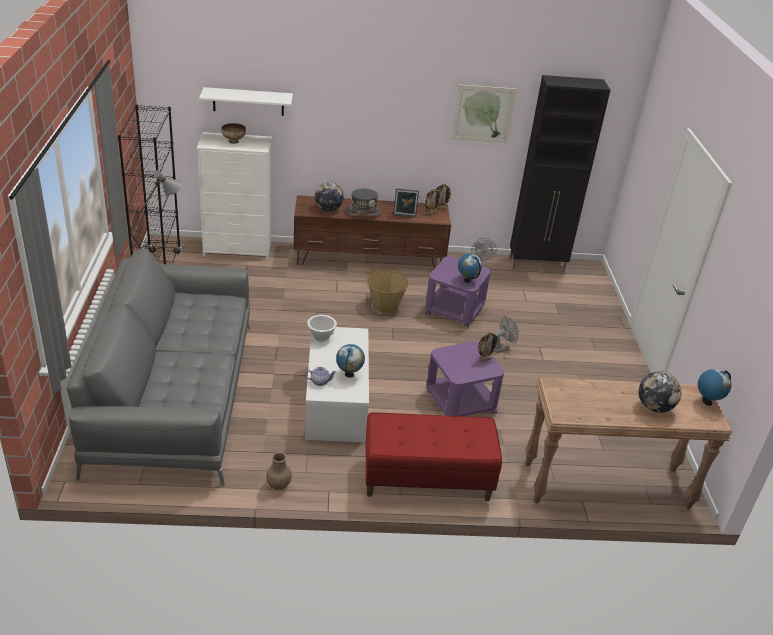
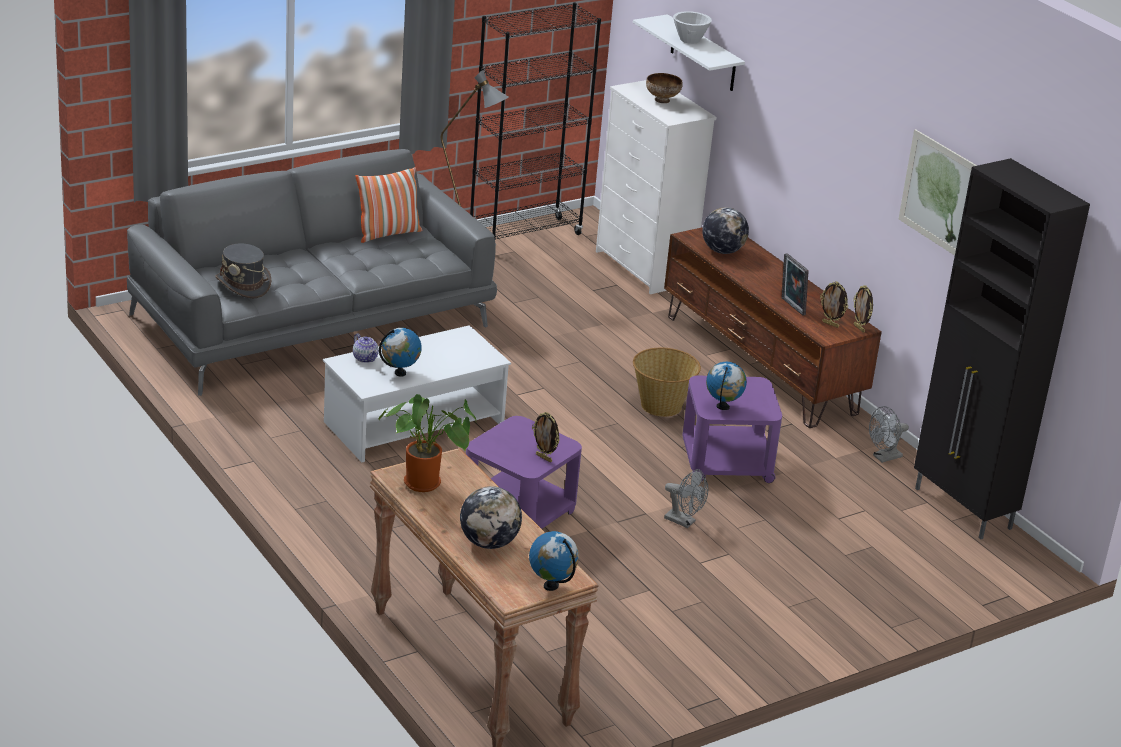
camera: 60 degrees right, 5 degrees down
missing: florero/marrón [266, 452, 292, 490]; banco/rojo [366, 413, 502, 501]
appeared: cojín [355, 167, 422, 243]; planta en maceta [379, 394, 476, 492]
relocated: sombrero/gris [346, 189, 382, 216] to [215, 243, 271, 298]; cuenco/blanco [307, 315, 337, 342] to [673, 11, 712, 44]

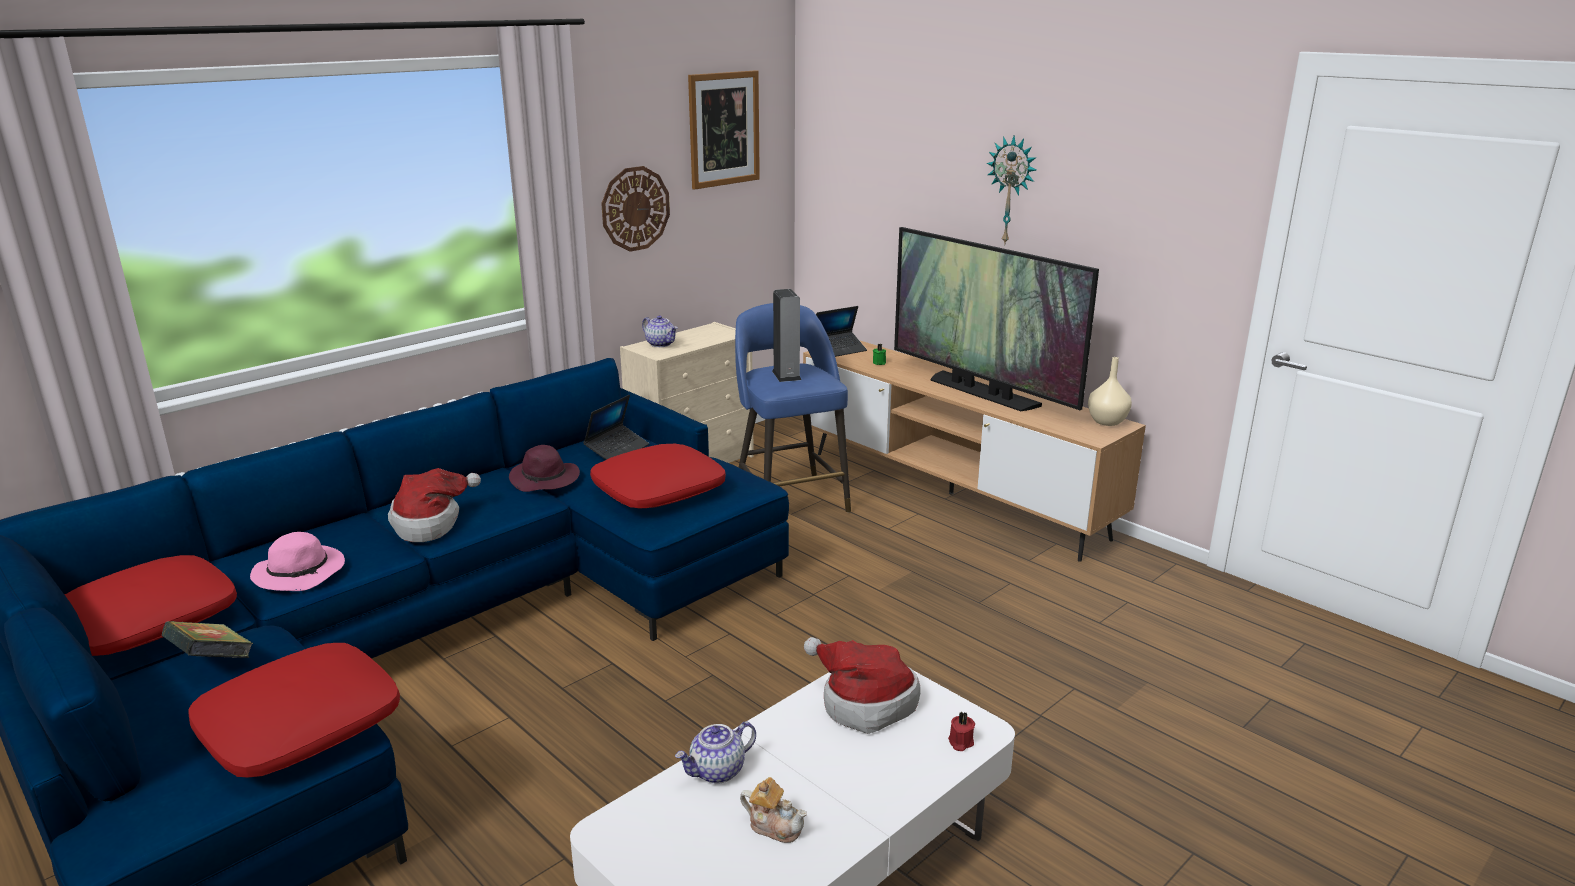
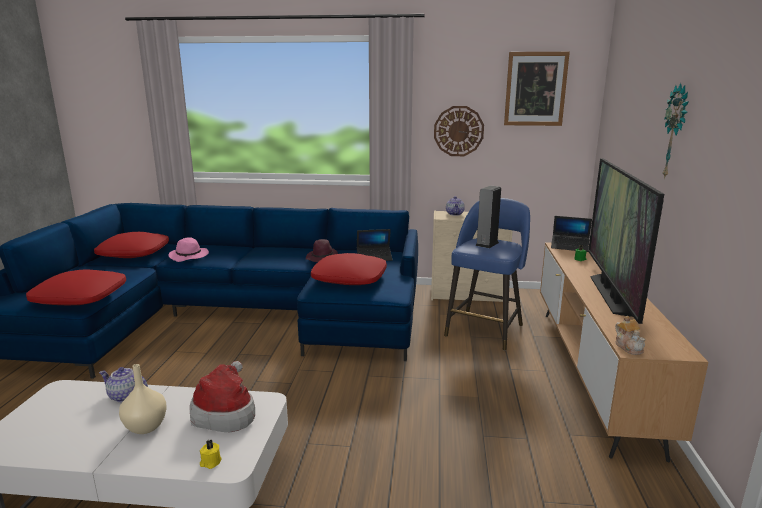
camera: 50 degrees right, 5 degrees down
missing: libro [162, 621, 253, 658]; sombrero [388, 468, 481, 542]
relocated: florero/beis [1088, 357, 1132, 426] to [119, 364, 167, 434]; tetera [740, 777, 807, 843] to [615, 316, 646, 355]
colour: vela/rojo [948, 711, 975, 751] to vela/amarillo [200, 440, 222, 469]

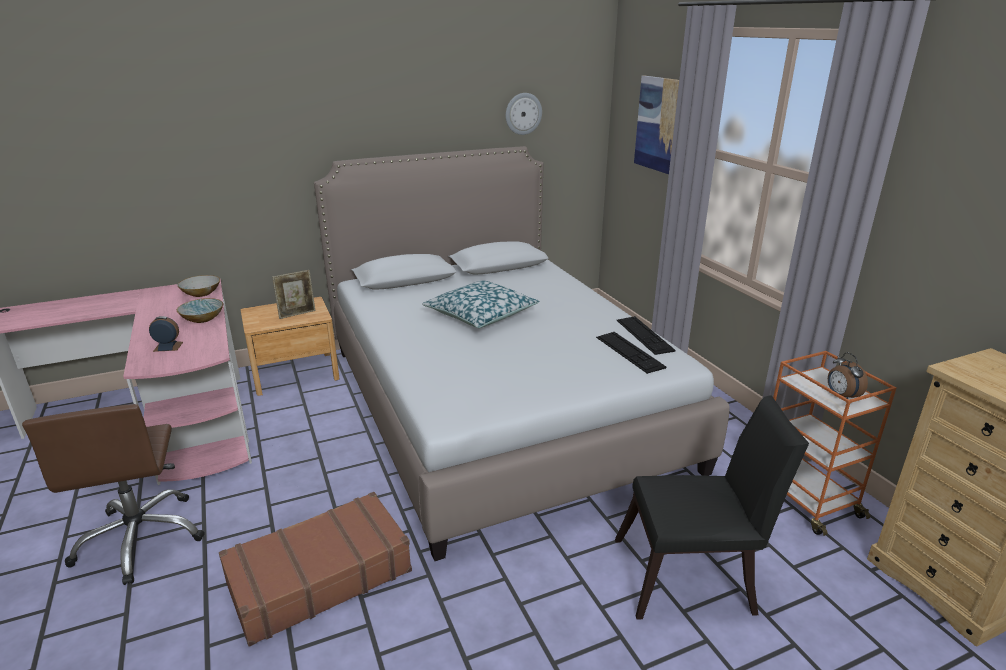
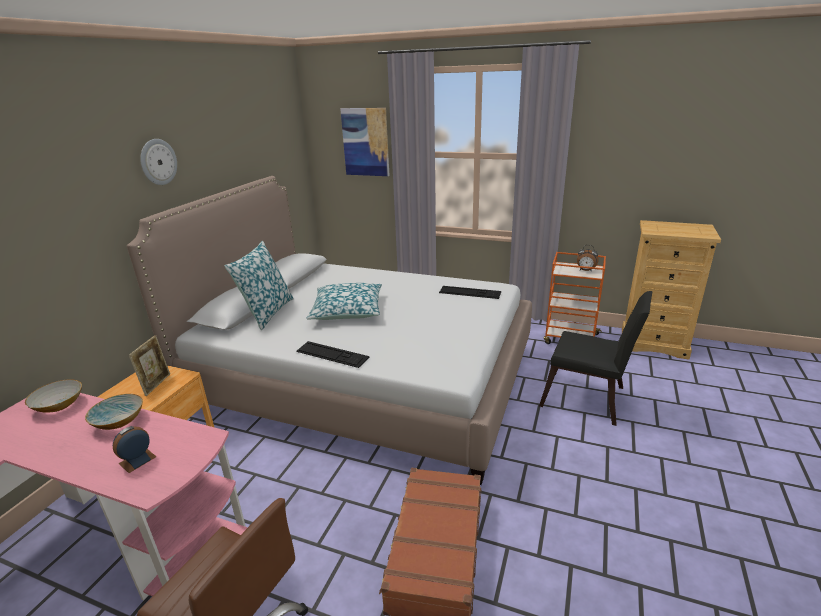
camera: 45 degrees left, 0 degrees up
appeared: cojín [224, 241, 294, 330]
relocated: reloj de pared [506, 93, 542, 135] to [140, 139, 177, 185]; teclado [616, 316, 675, 355] to [296, 341, 369, 368]
spun: silla/negro [615, 395, 809, 620] = [539, 291, 653, 426] 75 degrees clockwise

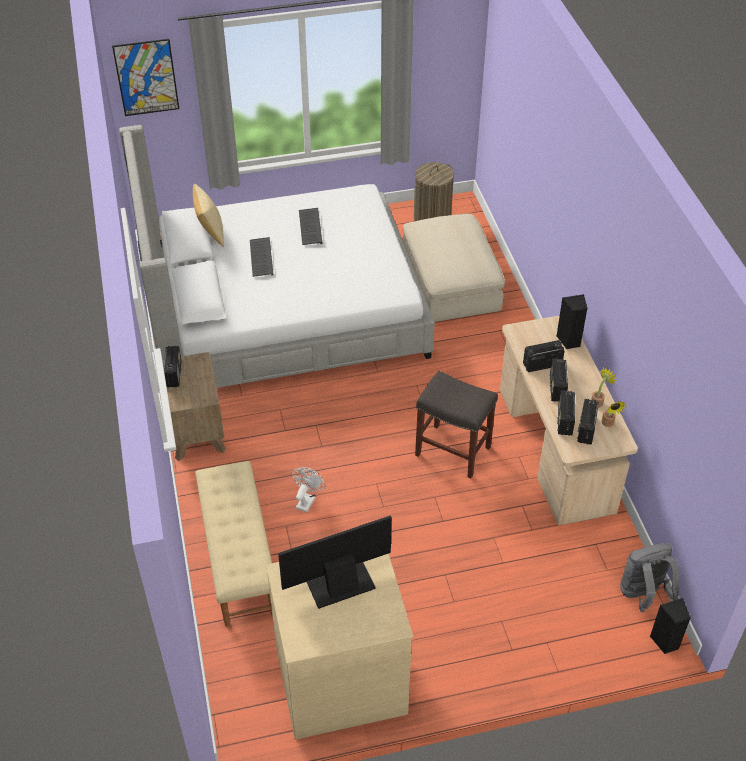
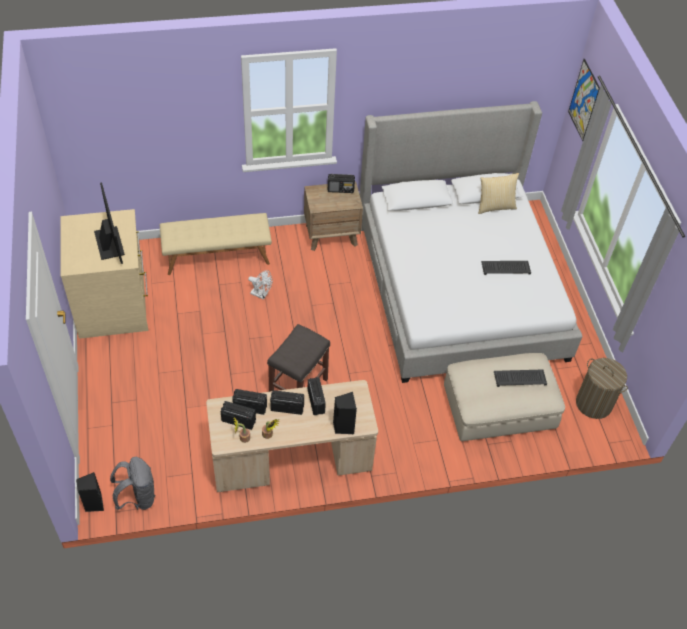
camera: 90 degrees right, 5 degrees up
relocated: teclado [250, 237, 274, 277] to [494, 369, 547, 387]

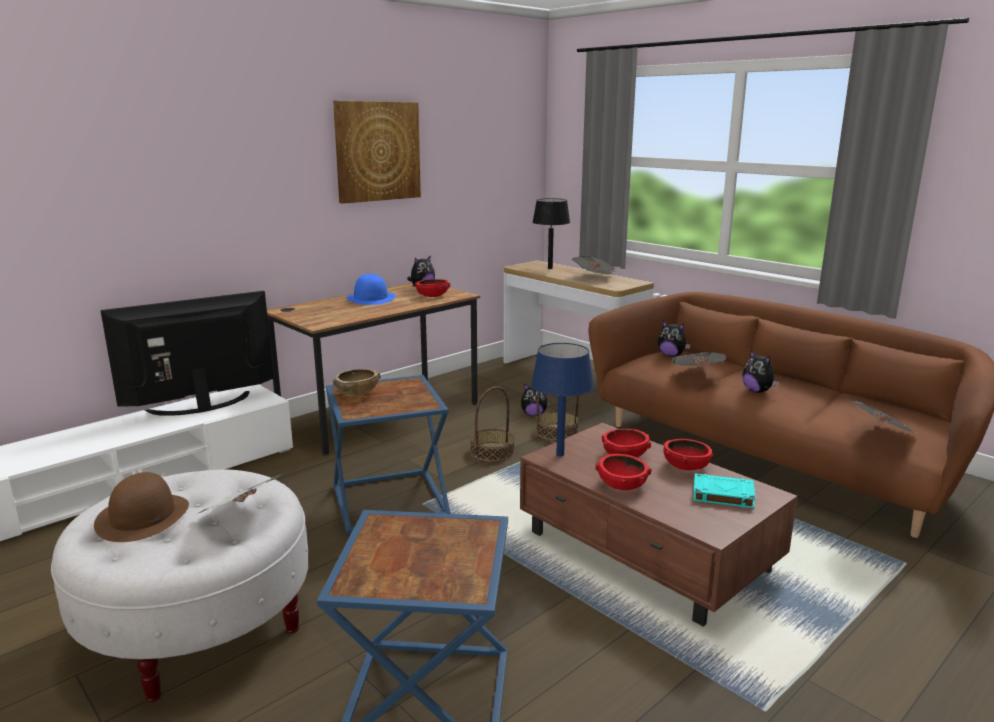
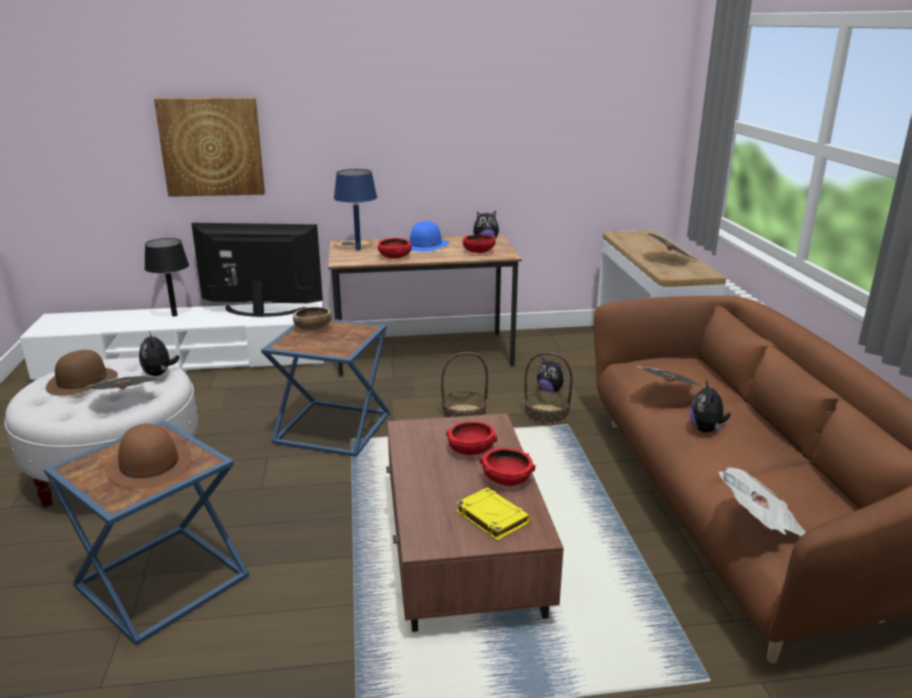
camera: 35 degrees right, 5 degrees up
appeared: sombrero/marrón [105, 424, 192, 489]
relocated: peluche [658, 321, 691, 357] to [139, 331, 179, 376]; lámpara de mesa/negro [532, 198, 570, 269] to [144, 238, 189, 316]; cuadro [333, 101, 421, 204] to [154, 98, 265, 197]; lámpara de mesa/azul [531, 343, 594, 457] to [334, 169, 377, 250]; cuenco/rojo [595, 454, 652, 490] to [378, 238, 412, 259]
colour: libro/turquesa [693, 474, 756, 508] to libro/amarillo [456, 488, 531, 541]

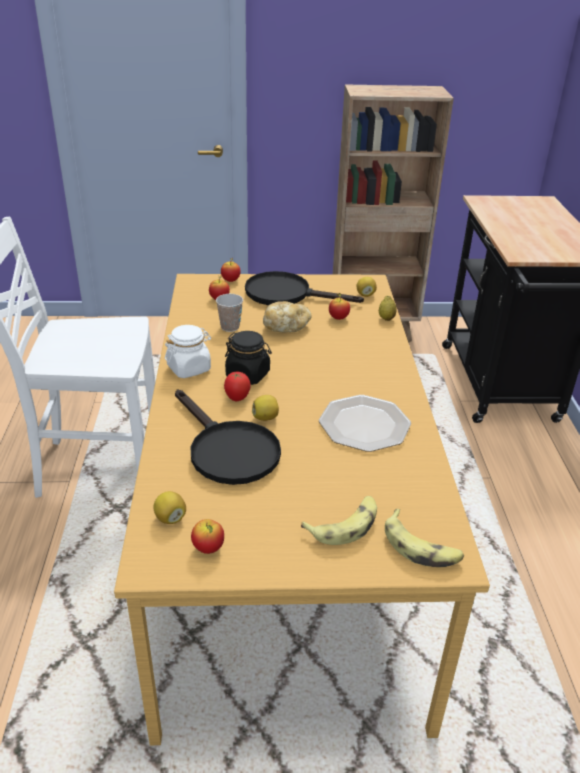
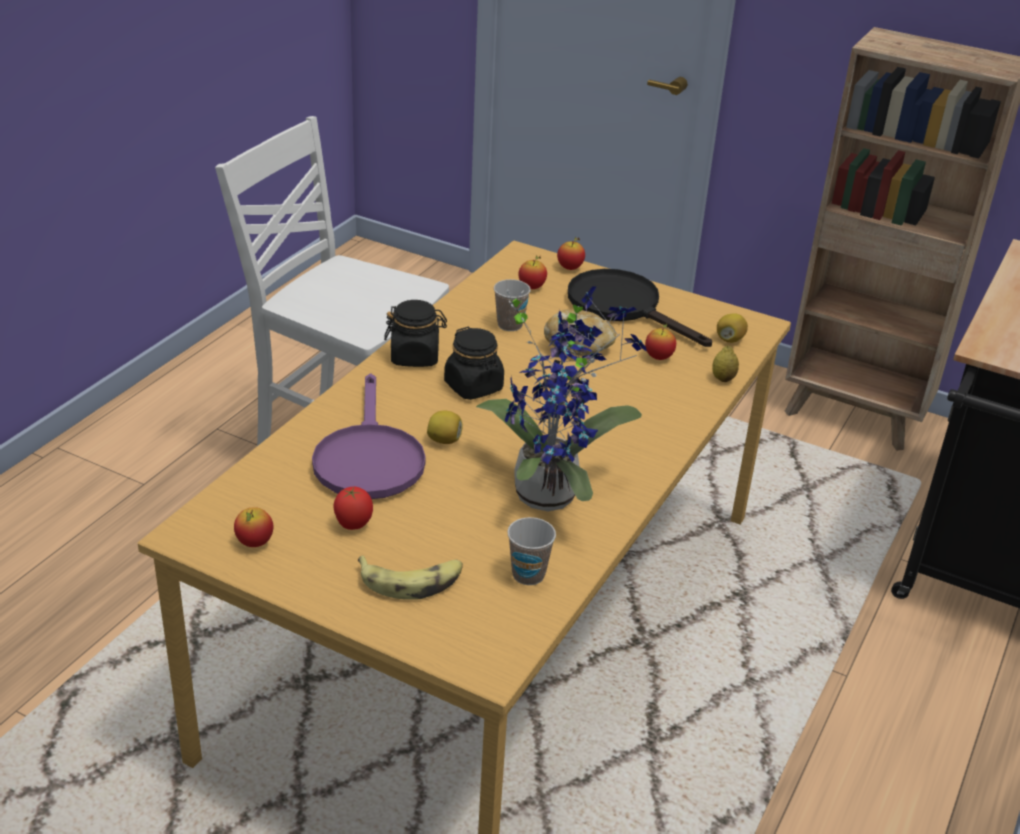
camera: 30 degrees right, 0 degrees up
missing: limón [153, 491, 186, 524]; plátano [385, 509, 464, 567]
appeared: taza [507, 517, 556, 585]
relocated: tomate [224, 372, 251, 401] to [333, 487, 373, 530]
exchanged: plato [319, 395, 411, 452] to planta en maceta [476, 287, 647, 511]
colour: sartén/negro [175, 389, 281, 485] to sartén/morado [312, 373, 426, 499]; tarro/blanco [165, 325, 211, 378] to tarro/negro [384, 300, 447, 367]

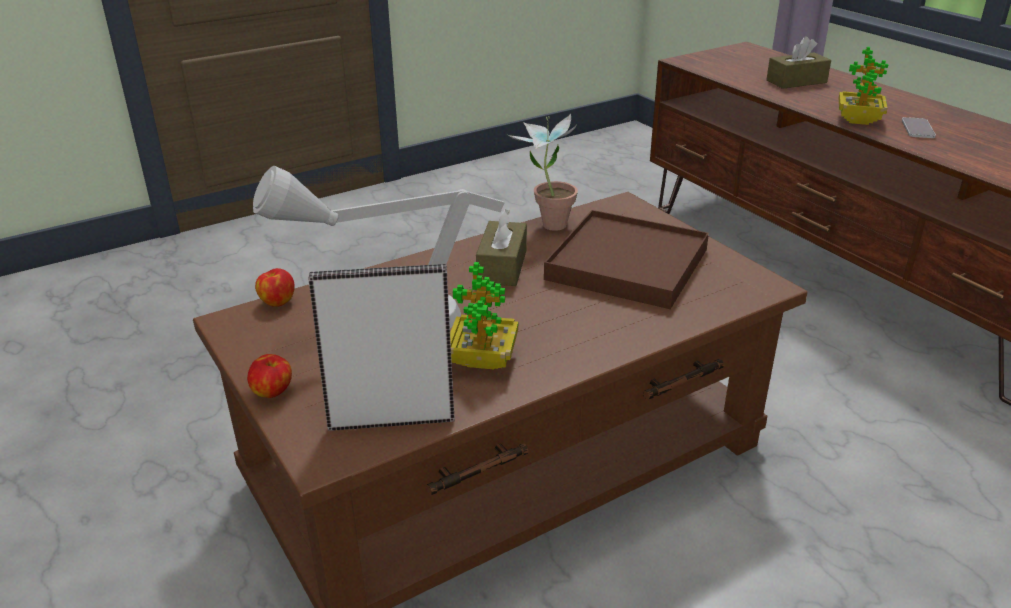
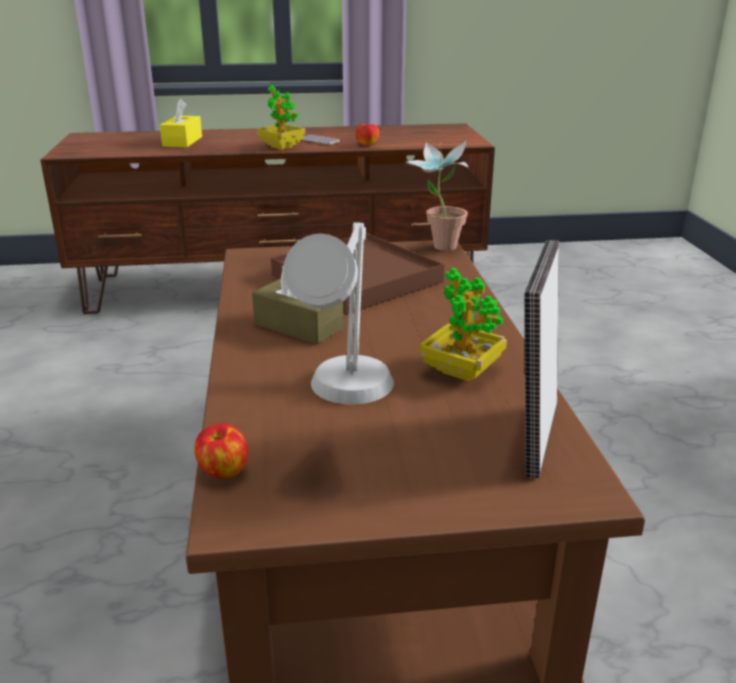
camera: 65 degrees left, 5 degrees down
relocated: manzana [247, 354, 292, 398] to [356, 124, 379, 146]; planta en maceta [508, 114, 578, 231] to [404, 141, 469, 251]
colour: caja de pañuelos/marrón [766, 36, 831, 89] to caja de pañuelos/amarillo [160, 99, 202, 147]

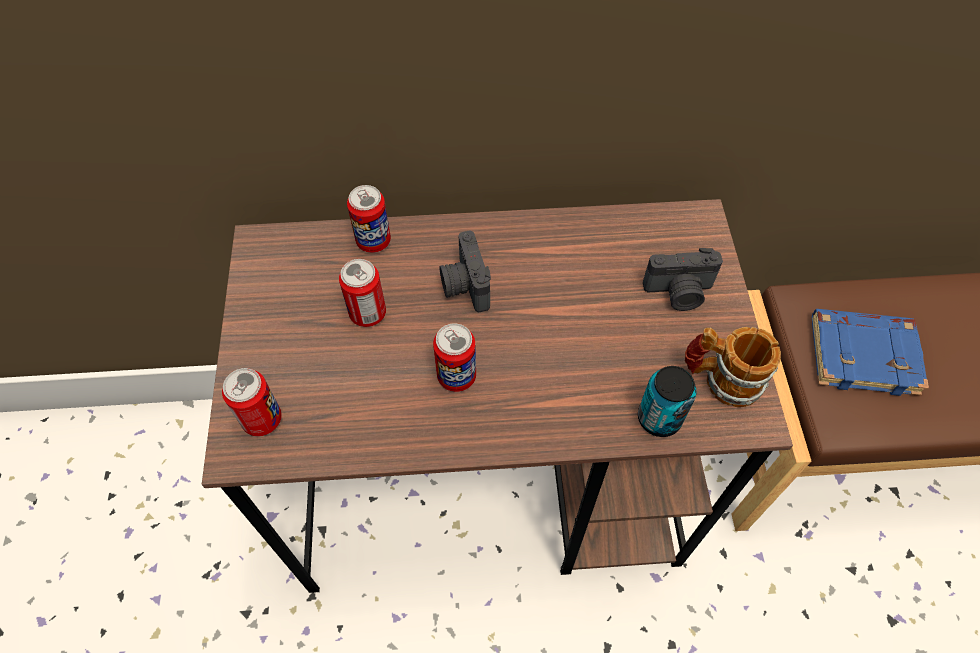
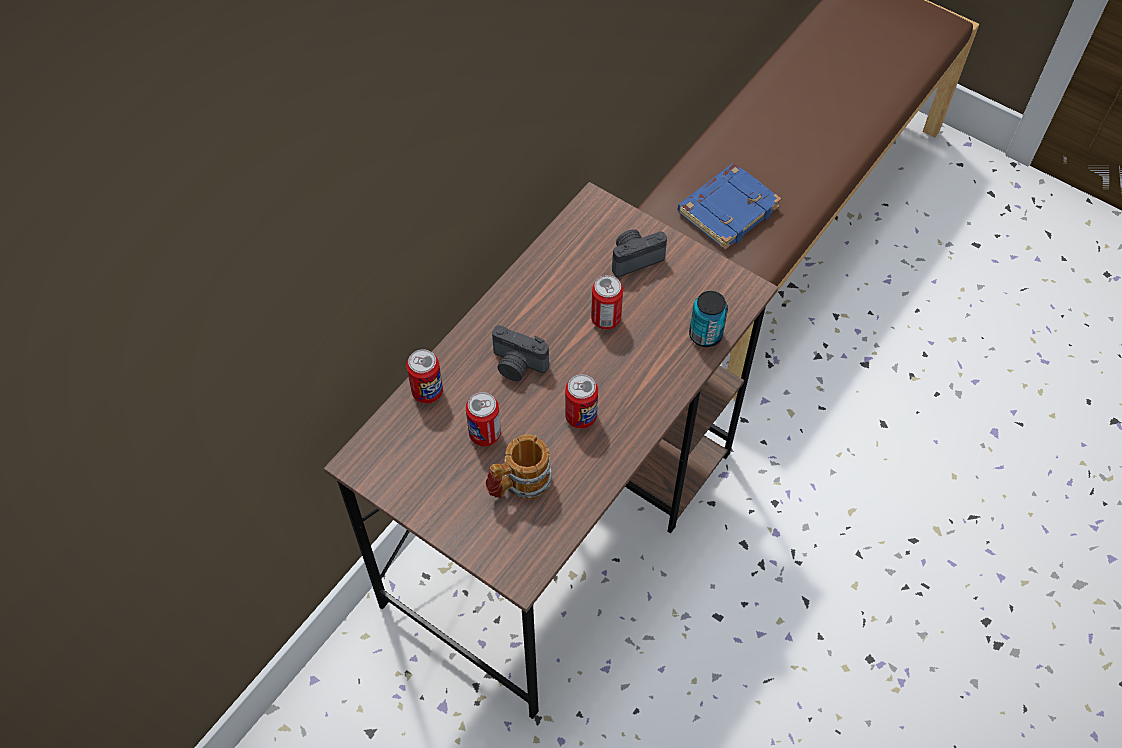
camera: 50 degrees left, 0 degrees up
relocated: taza grande [685, 327, 781, 407] to [486, 434, 552, 500]; lata [222, 368, 282, 436] to [591, 275, 623, 330]
spun: cámara [643, 248, 723, 311] = [612, 229, 667, 277] 150 degrees counterclockwise

